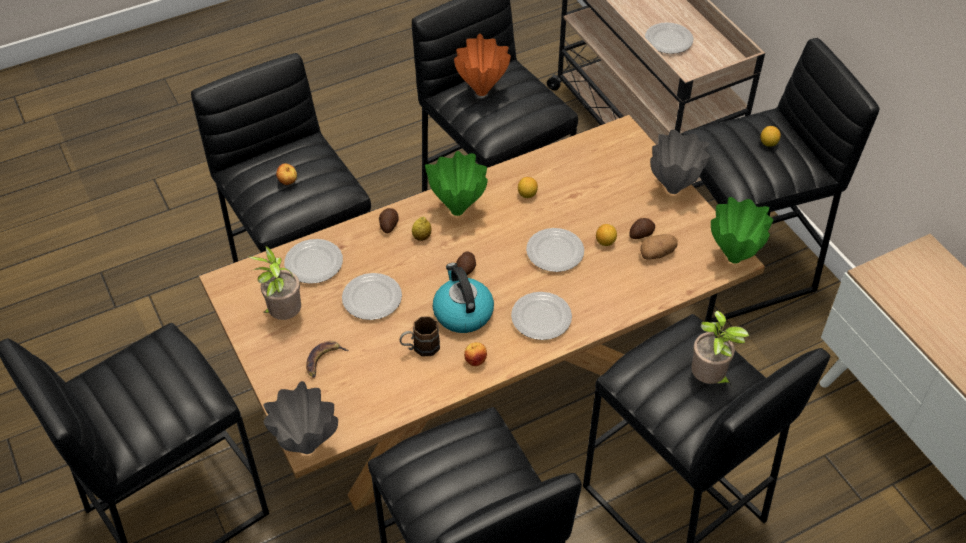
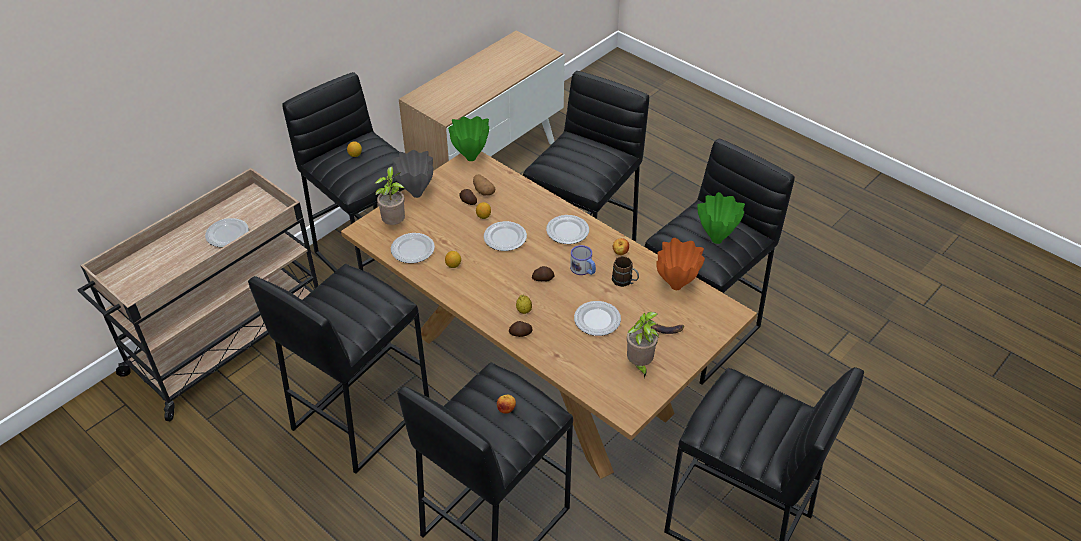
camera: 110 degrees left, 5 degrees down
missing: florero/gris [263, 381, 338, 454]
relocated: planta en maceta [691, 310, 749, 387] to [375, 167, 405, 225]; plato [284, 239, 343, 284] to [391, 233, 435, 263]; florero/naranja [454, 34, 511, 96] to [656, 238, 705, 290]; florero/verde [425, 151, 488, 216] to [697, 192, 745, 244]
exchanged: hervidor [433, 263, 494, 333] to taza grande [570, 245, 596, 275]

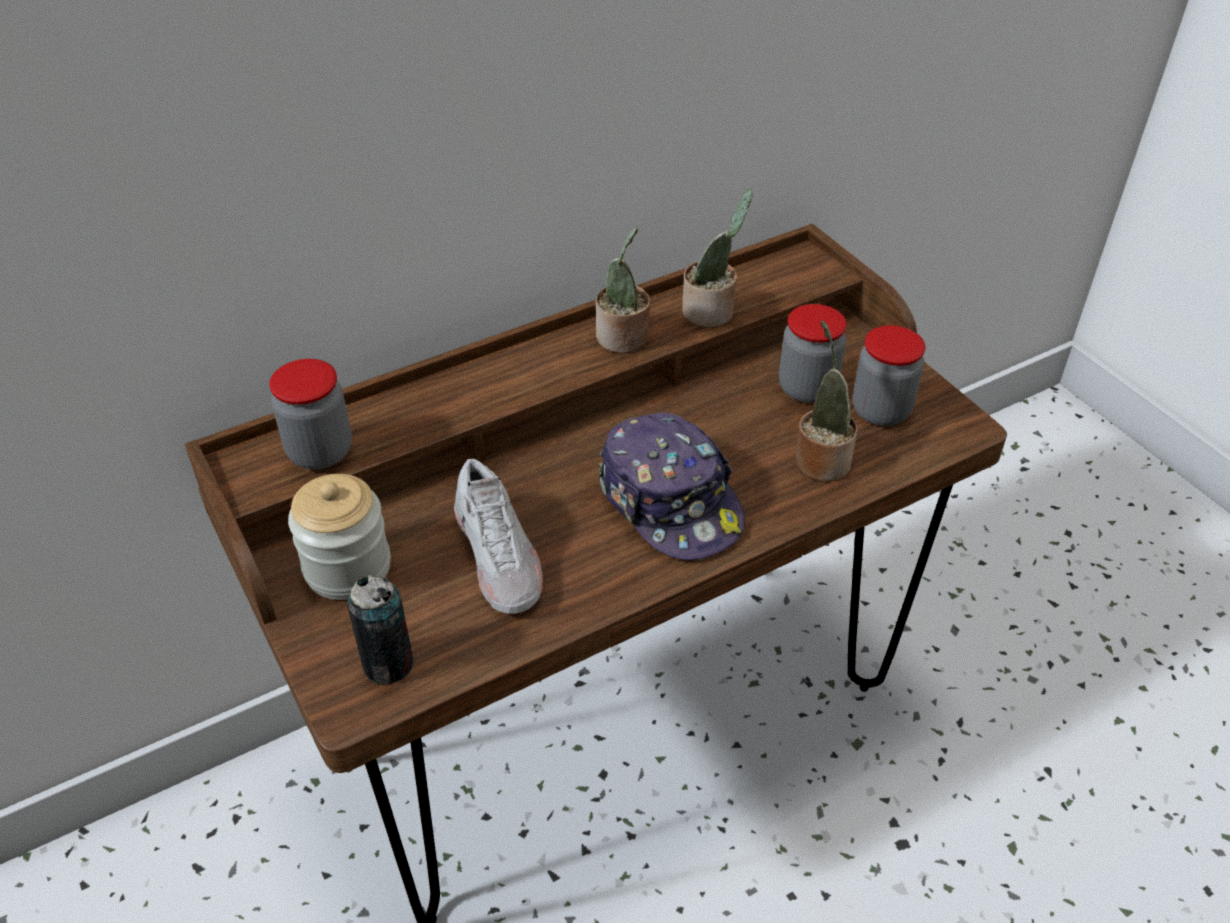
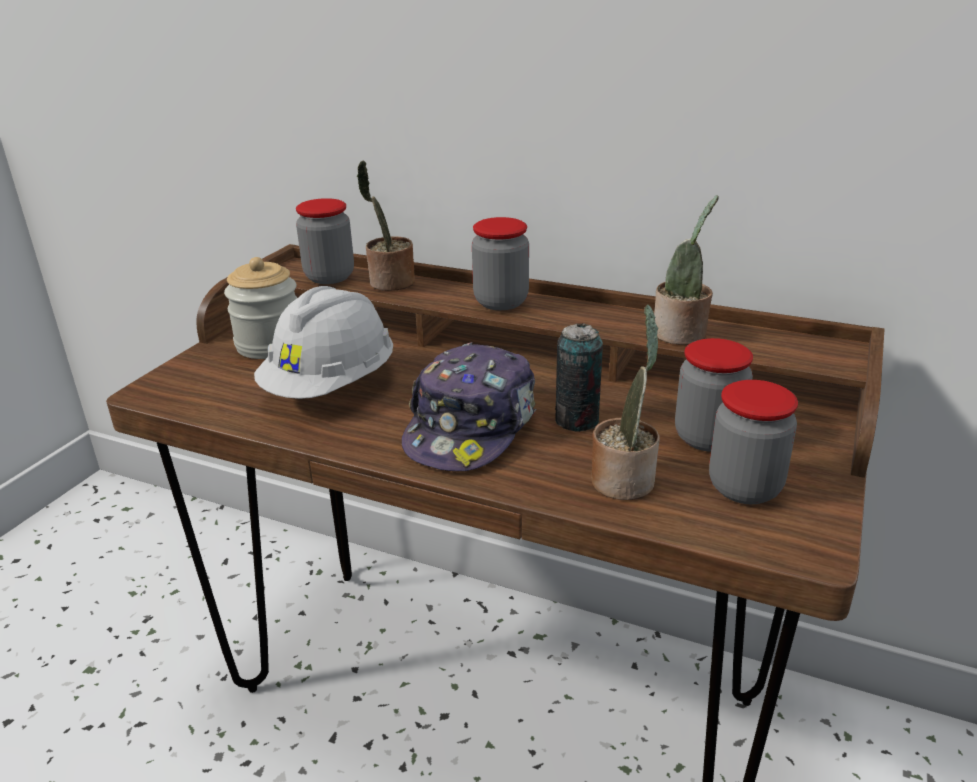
camera: 55 degrees right, 15 degrees down
appeared: tarro [472, 217, 529, 310]
relocated: planta en maceta [596, 227, 651, 353] to [357, 161, 415, 291]; lata [347, 575, 414, 684] to [555, 323, 603, 432]
exchanged: zapato/blanco [454, 459, 543, 614] to casco/blanco [254, 286, 393, 399]

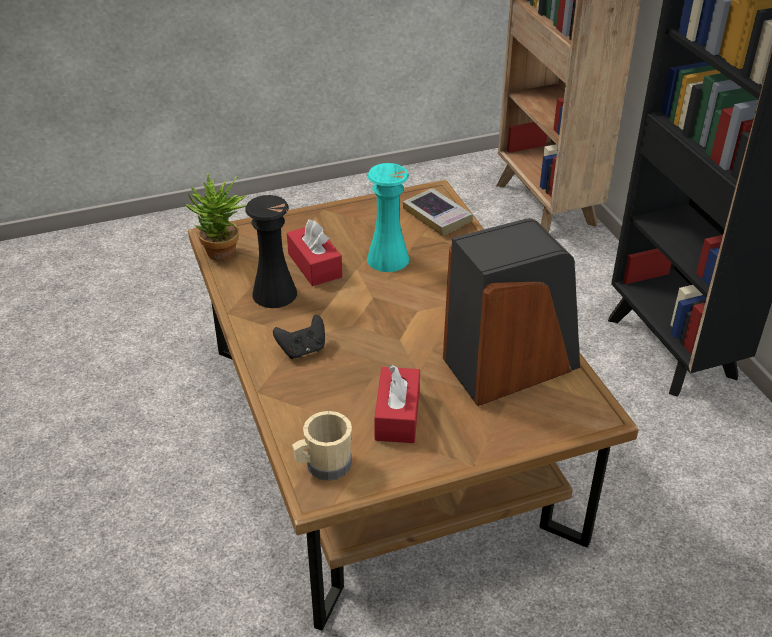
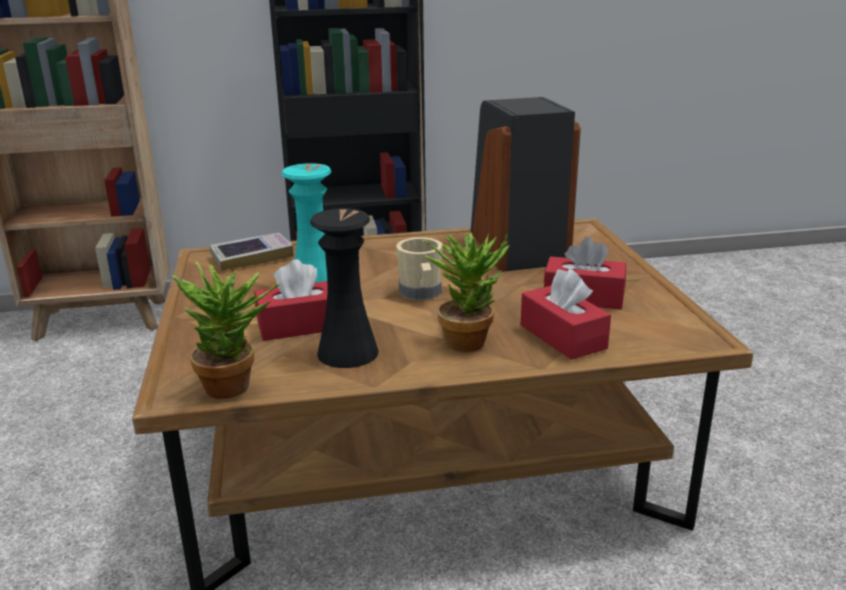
camera: 80 degrees left, 15 degrees down
appeared: caja de pañuelos/rojo [521, 268, 611, 360]
relocated: taza grande/beis [292, 411, 352, 481] to [396, 237, 443, 300]
exchanged: mando de consola/negro [273, 315, 325, 359] to planta en maceta [422, 232, 509, 352]

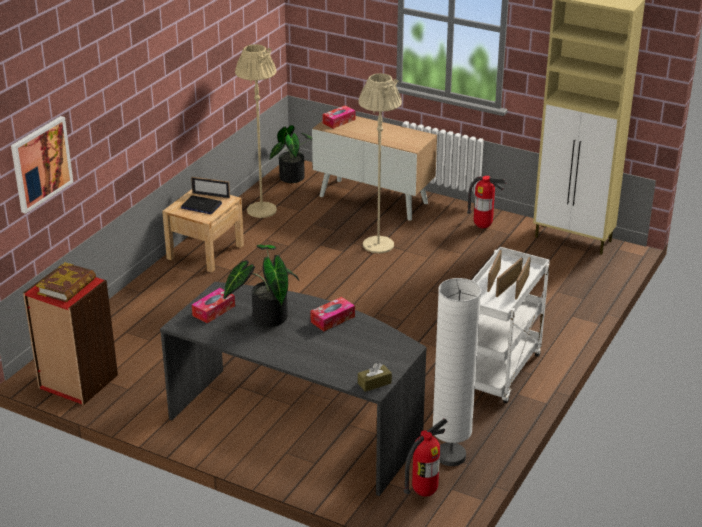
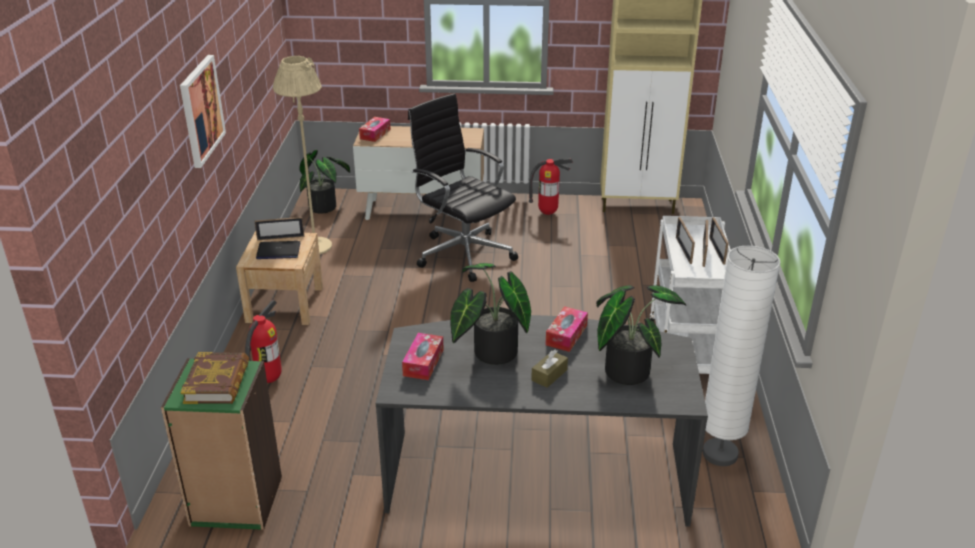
camera: 25 degrees left, 0 degrees up
appeared: planta en maceta [596, 285, 686, 385]
relocated: cuadro [11, 116, 73, 214] to [180, 55, 226, 168]; extintor [404, 418, 448, 497] to [245, 300, 282, 383]; caja de pañuelos/marrón [358, 363, 392, 392] to [531, 349, 568, 388]
exchanged: lámpara de pie/beis [358, 73, 402, 253] to silla de oficina/negro [408, 93, 518, 282]
colour: estantería/rojo [23, 268, 118, 405] to estantería/verde [161, 358, 282, 530]

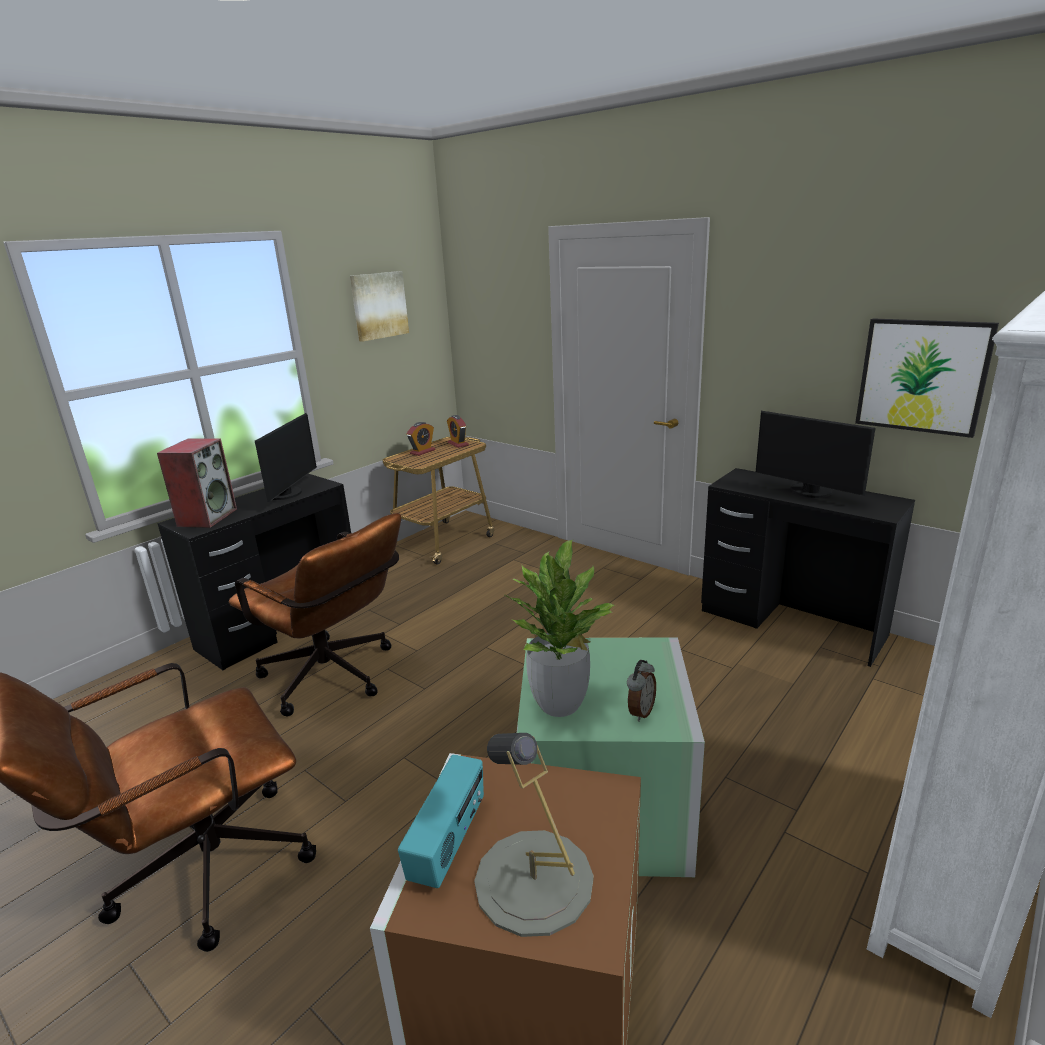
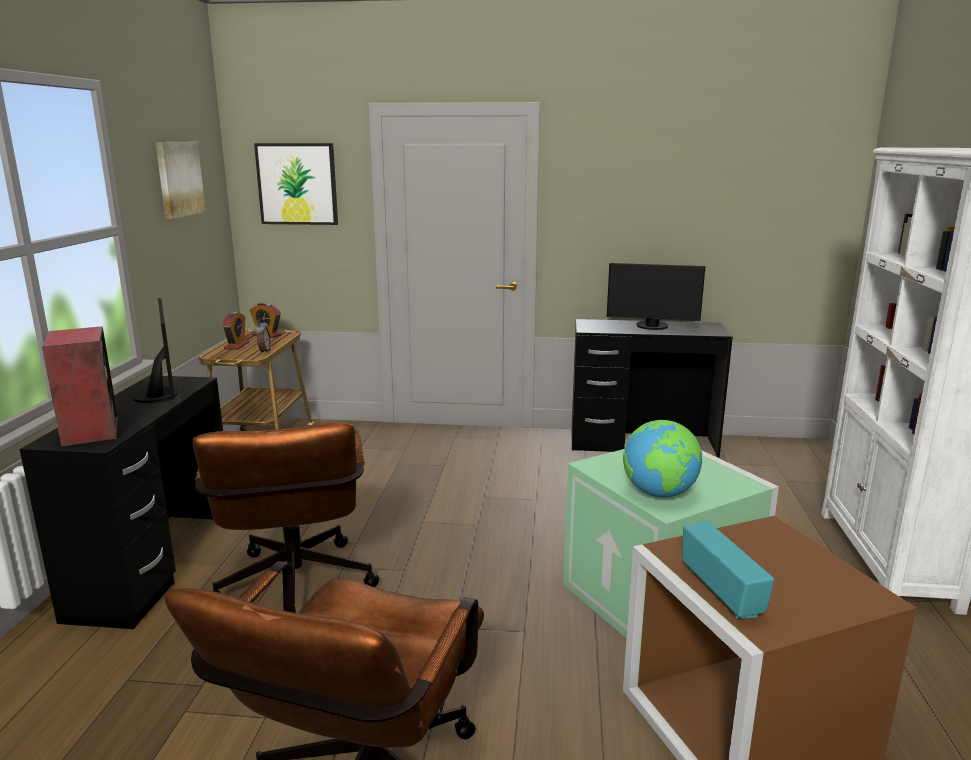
camera: 35 degrees left, 5 degrees down
missing: lámpara de mesa/gris [474, 733, 594, 937]
relocated: cuadro [855, 318, 999, 438] to [254, 143, 338, 225]; despertador [627, 660, 656, 722] to [255, 319, 271, 354]
exchanged: planta en maceta [505, 540, 615, 717] to globo terráqueo [623, 420, 702, 498]
spun: silla de oficina/marrón [229, 513, 401, 716] = [193, 422, 379, 613] 75 degrees clockwise

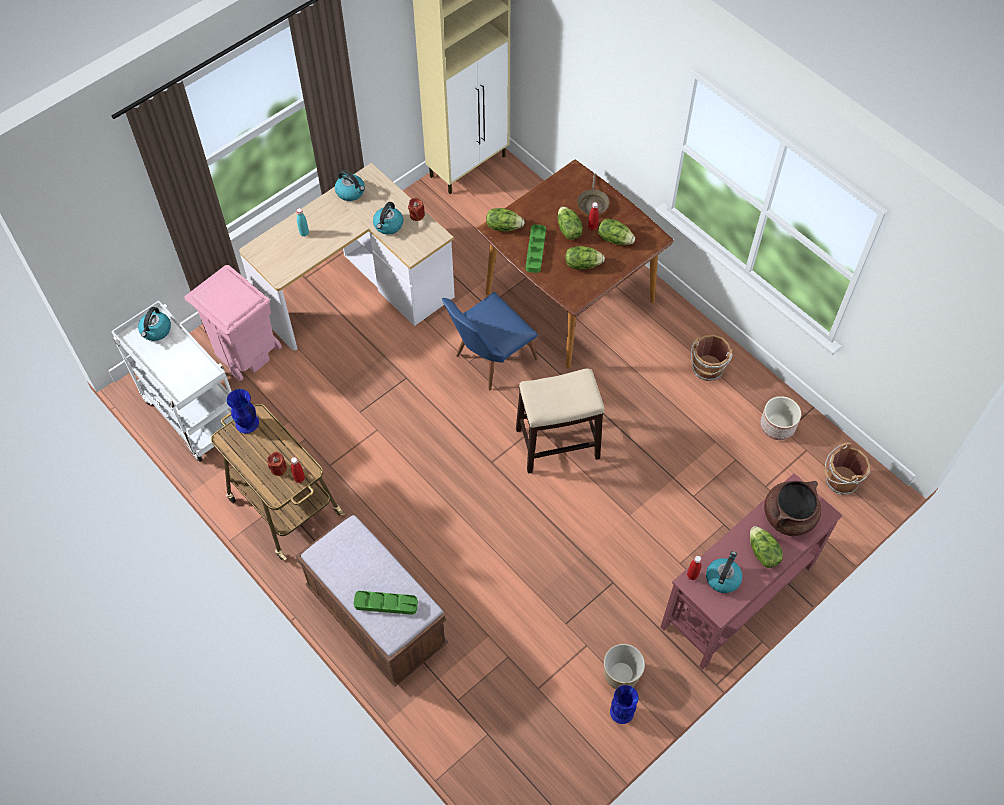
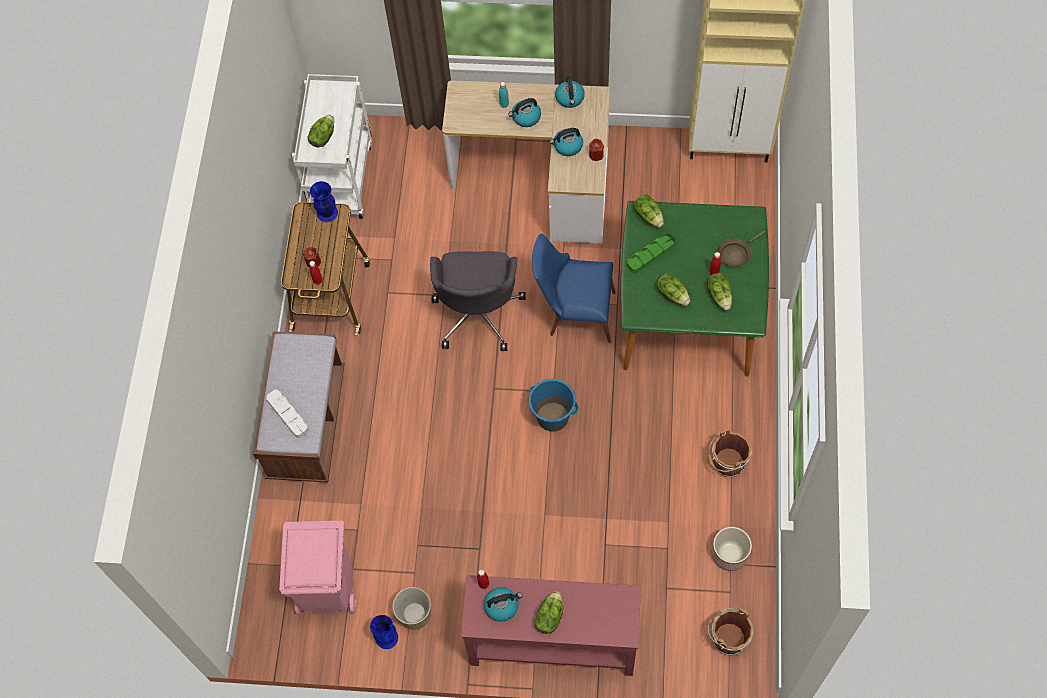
camera: 50 degrees right, 5 degrees up
missing: olla/marrón [764, 481, 821, 536]
appeared: silla de oficina/gris [430, 251, 526, 351]
relocated: papelera/rosa [184, 265, 282, 381] to [279, 521, 356, 615]; lechuga [558, 206, 583, 240] to [307, 115, 334, 148]; hervidor [138, 307, 171, 341] to [508, 98, 541, 127]
exchanged: taburete [516, 368, 605, 474] to cubo/azul [529, 379, 579, 432]
colour: bandeja/verde [354, 591, 418, 615] to bandeja/blanco [266, 389, 309, 438]; mesa de comedor/marrón [476, 160, 674, 369] to mesa de comedor/verde [621, 201, 769, 376]

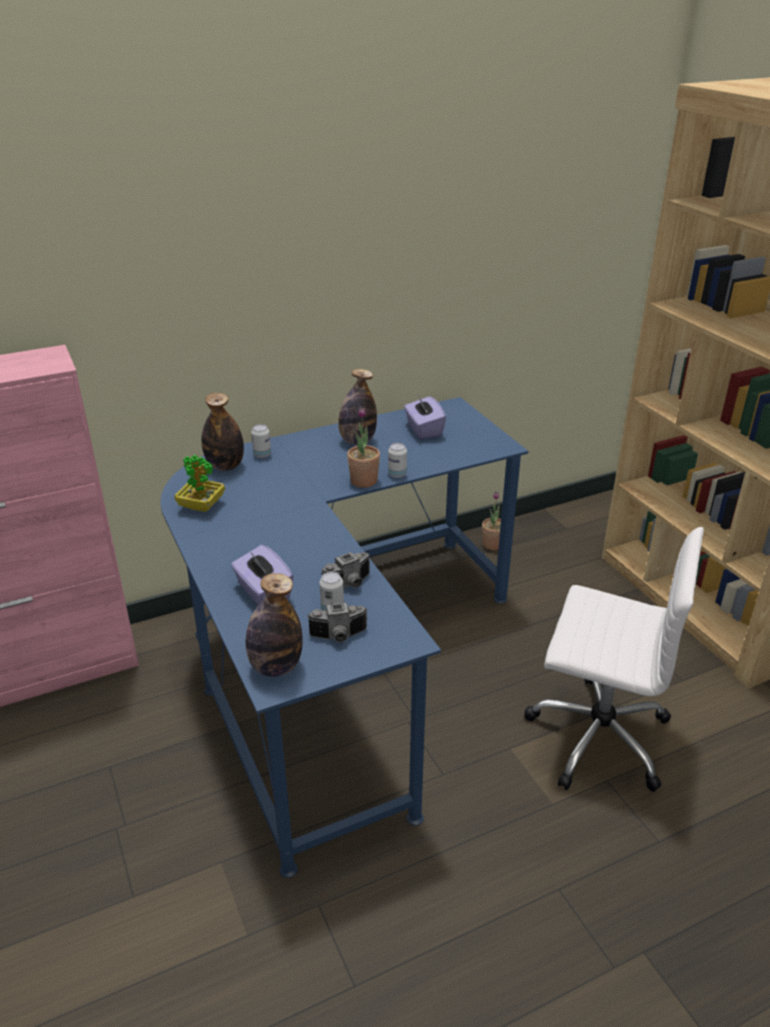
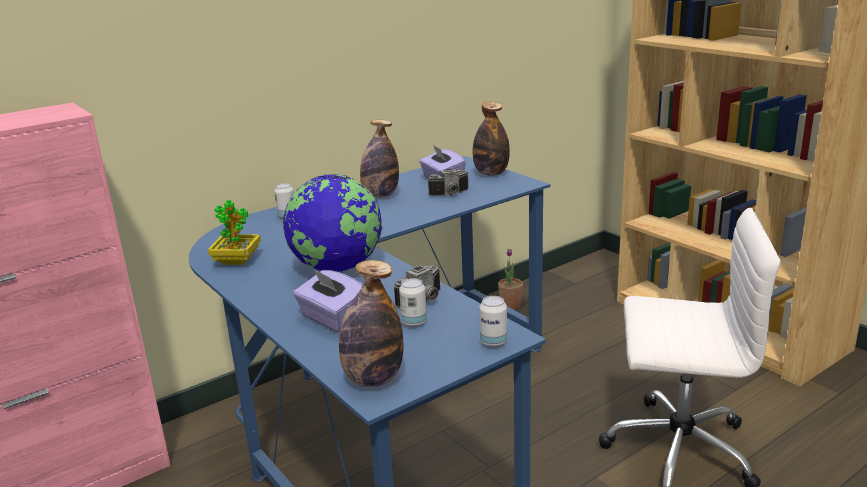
camera: 10 degrees left, 10 degrees down
missing: planta en maceta [347, 408, 380, 488]
appeared: globo terráqueo [283, 174, 382, 272]
relocated: cámara [307, 602, 368, 642] to [427, 168, 469, 196]; botella [201, 393, 244, 471] to [472, 102, 510, 176]; lata [388, 443, 407, 478] to [479, 296, 507, 347]

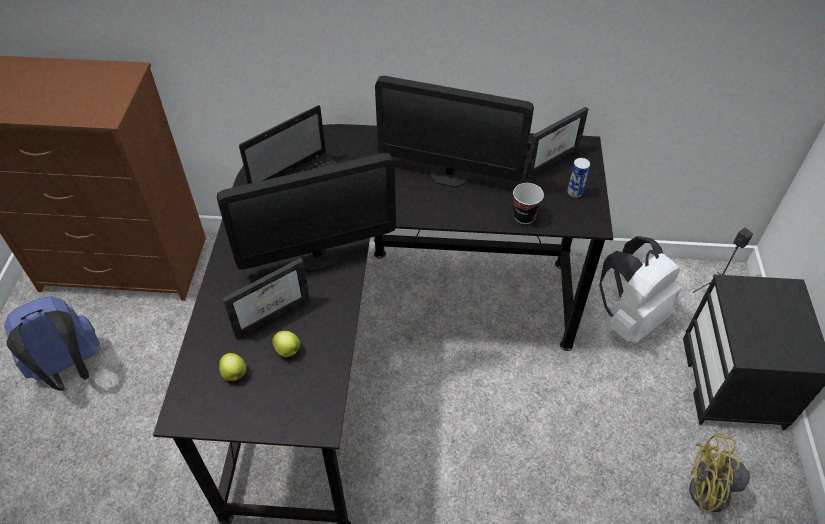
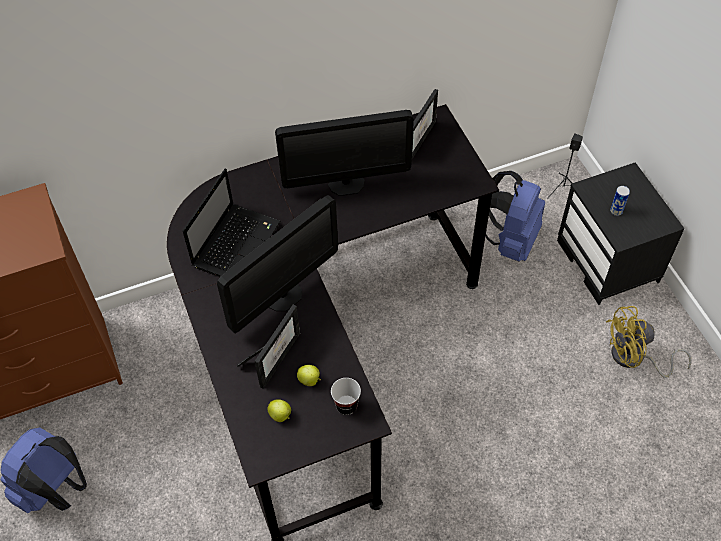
camera: 25 degrees left, 5 degrees up
relocated: taza [513, 183, 544, 224] to [331, 378, 361, 415]; lata [568, 158, 590, 198] to [610, 186, 630, 216]
colour: mochila/blanco [599, 236, 681, 344] to mochila/azul [485, 171, 545, 262]

